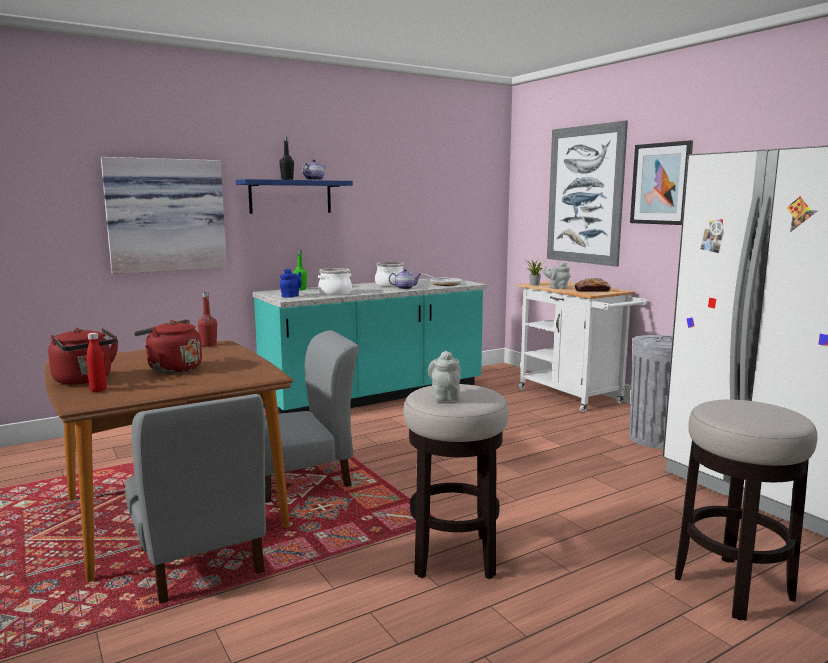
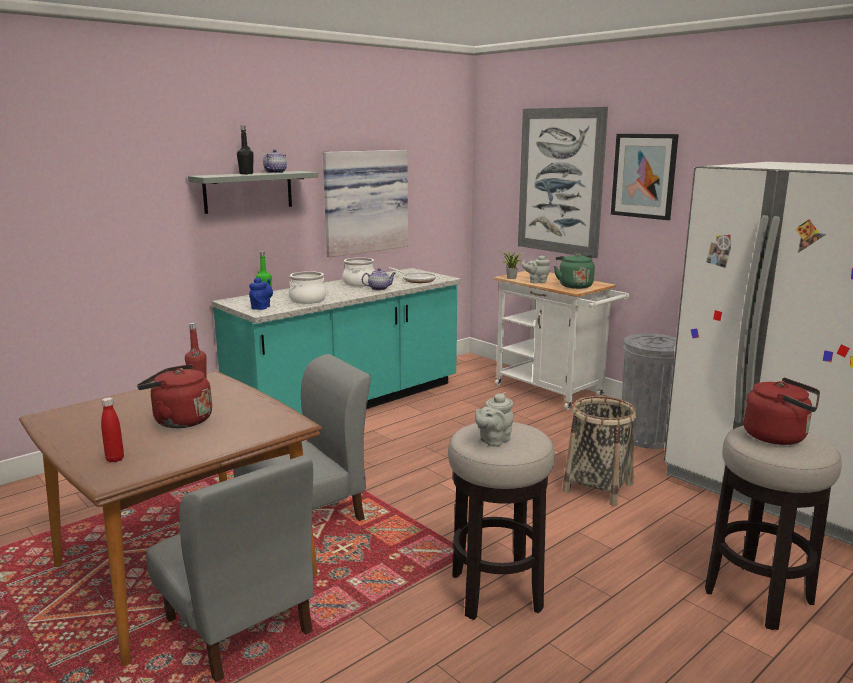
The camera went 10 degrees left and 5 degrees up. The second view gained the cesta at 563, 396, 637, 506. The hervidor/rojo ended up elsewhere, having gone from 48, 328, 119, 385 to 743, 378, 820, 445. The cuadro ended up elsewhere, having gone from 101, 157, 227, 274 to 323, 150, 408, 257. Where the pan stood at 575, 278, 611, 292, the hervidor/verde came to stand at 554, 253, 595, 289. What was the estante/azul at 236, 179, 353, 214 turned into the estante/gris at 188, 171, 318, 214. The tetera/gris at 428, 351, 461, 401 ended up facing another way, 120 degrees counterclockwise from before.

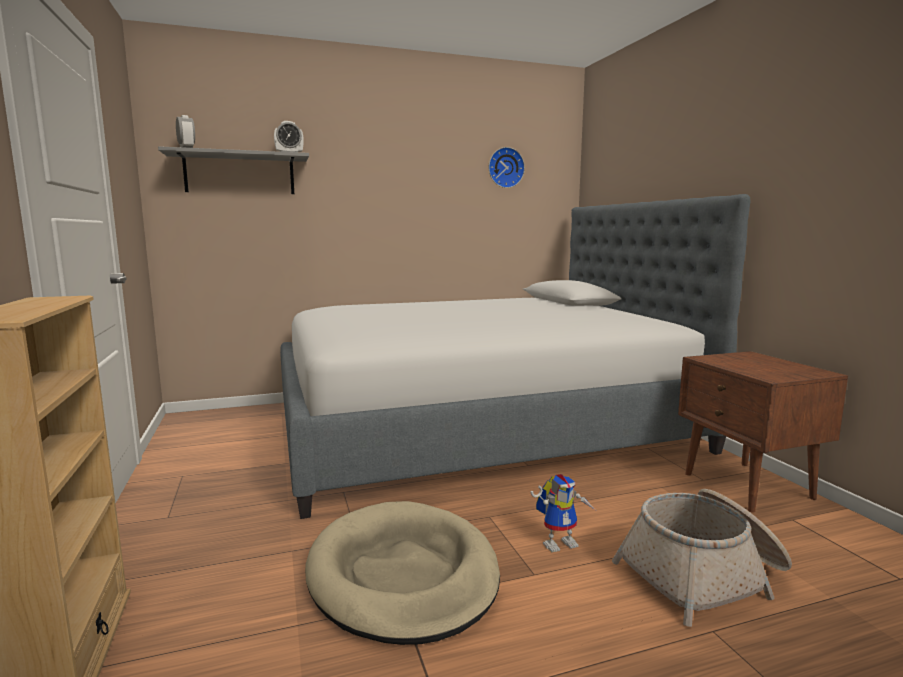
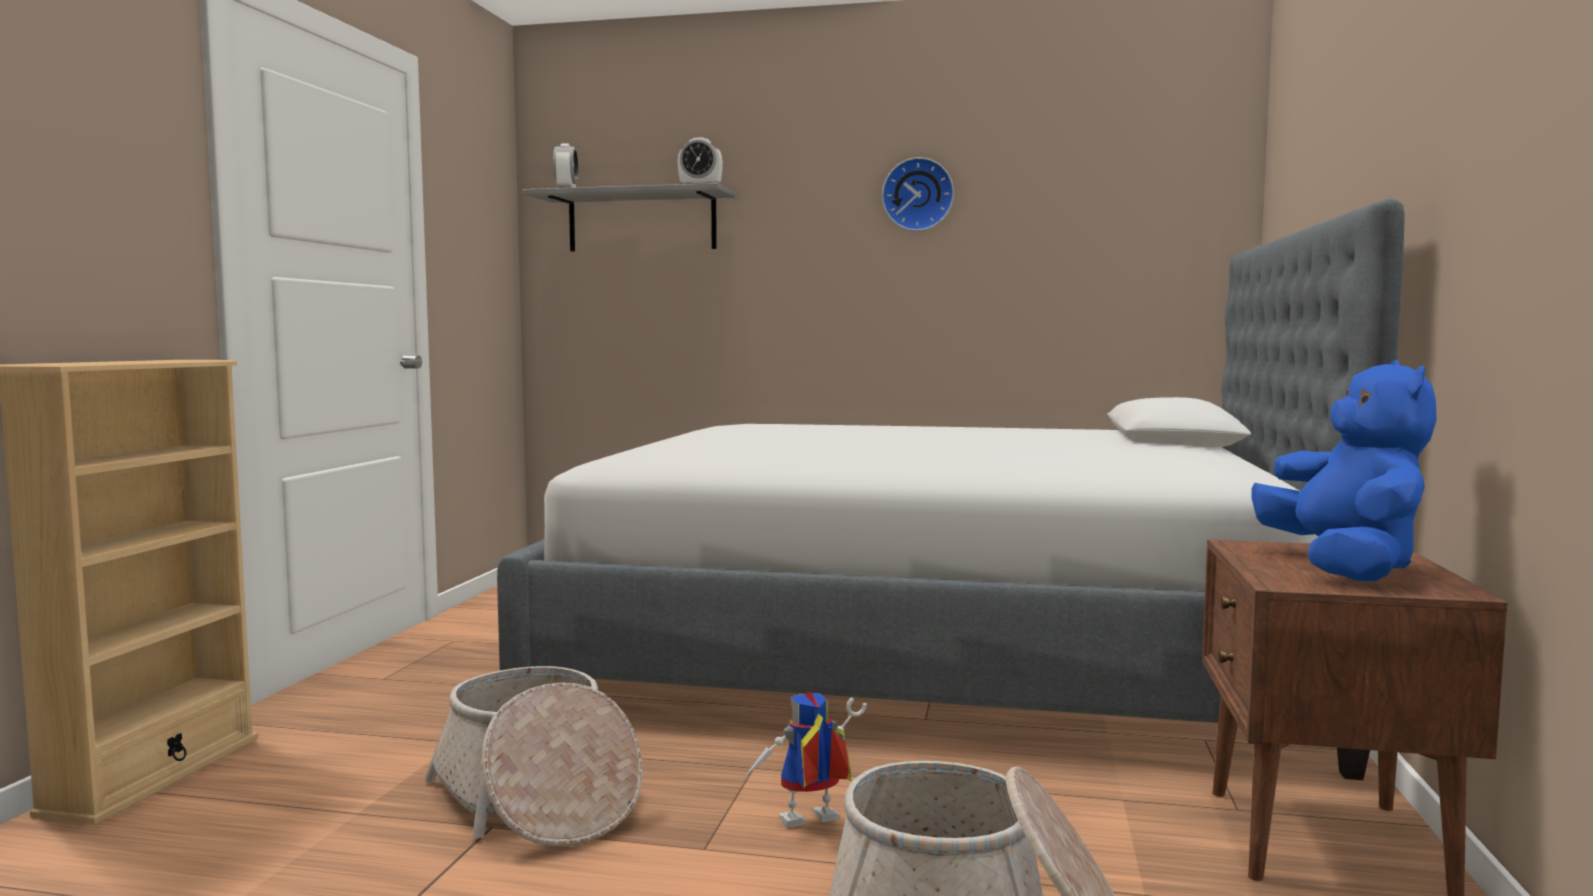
The camera went 30 degrees right and 5 degrees down. The second view gained the peluche/azul at 1252, 360, 1437, 581. The reloj de pared ended up elsewhere, having gone from 489, 147, 525, 188 to 882, 157, 954, 231. Where the cama para perro/beis stood at 305, 501, 500, 645, the cesta came to stand at 425, 666, 643, 846. The robot de juguete at 531, 474, 595, 552 ended up facing another way, 150 degrees clockwise from before.

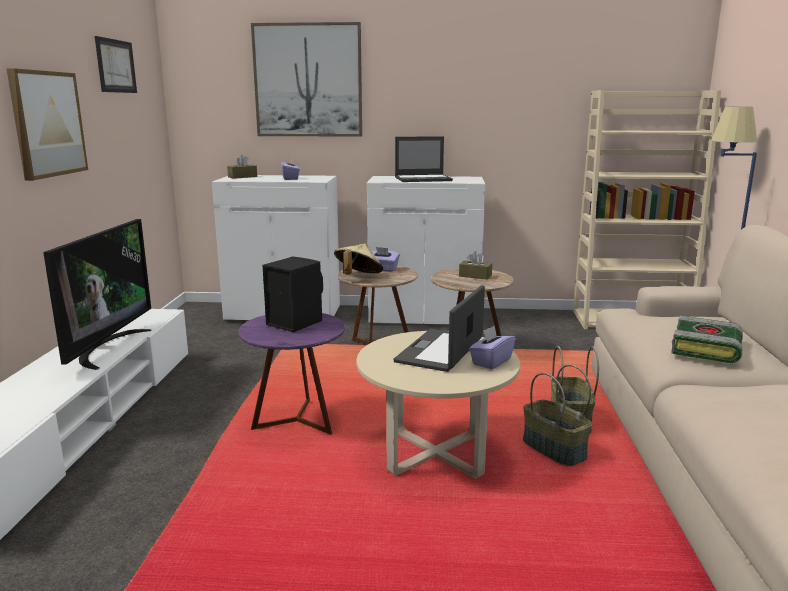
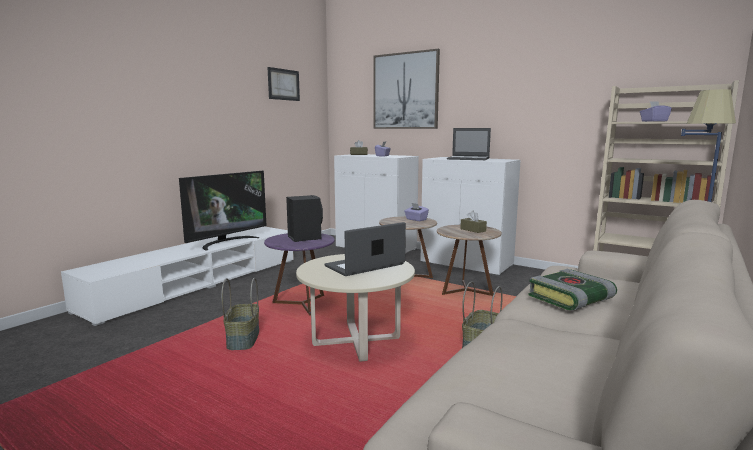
The camera went 30 degrees right and 5 degrees down. The second view lost the cuadro at 6, 68, 88, 181. The second view lost the sombrero/beis at 334, 244, 383, 275. The caja de pañuelos/morado ended up elsewhere, having gone from 469, 325, 516, 369 to 640, 101, 672, 122. The cesta ended up elsewhere, having gone from 523, 364, 592, 466 to 221, 278, 259, 350.

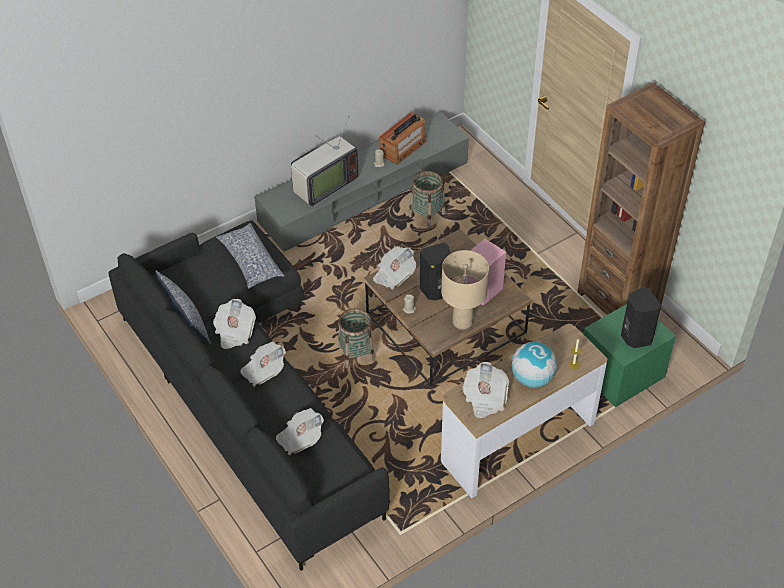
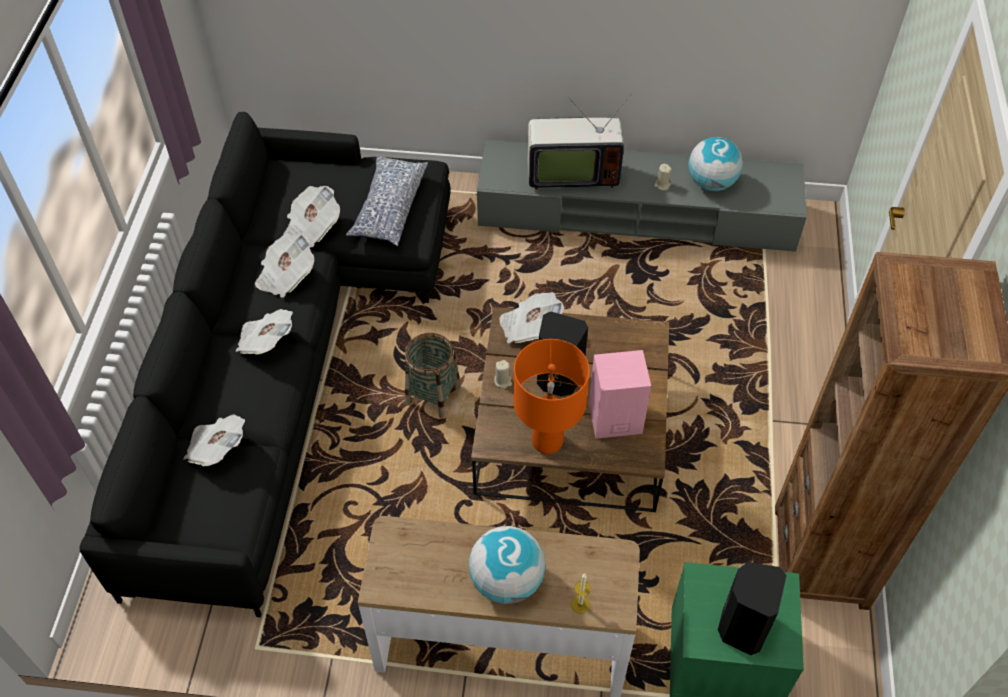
The camera went 40 degrees right and 5 degrees up. The second view lost the cojín at 155, 270, 211, 344. The second view lost the cesta at 409, 171, 446, 228. The periódico ended up elsewhere, having gone from 462, 362, 509, 418 to 283, 186, 340, 248. Where the radio stood at 380, 112, 427, 165, the globo terráqueo came to stand at 688, 137, 743, 191. What was the lámpara de mesa/beis at 441, 250, 489, 330 turned into the lámpara de mesa/naranja at 514, 339, 590, 454.

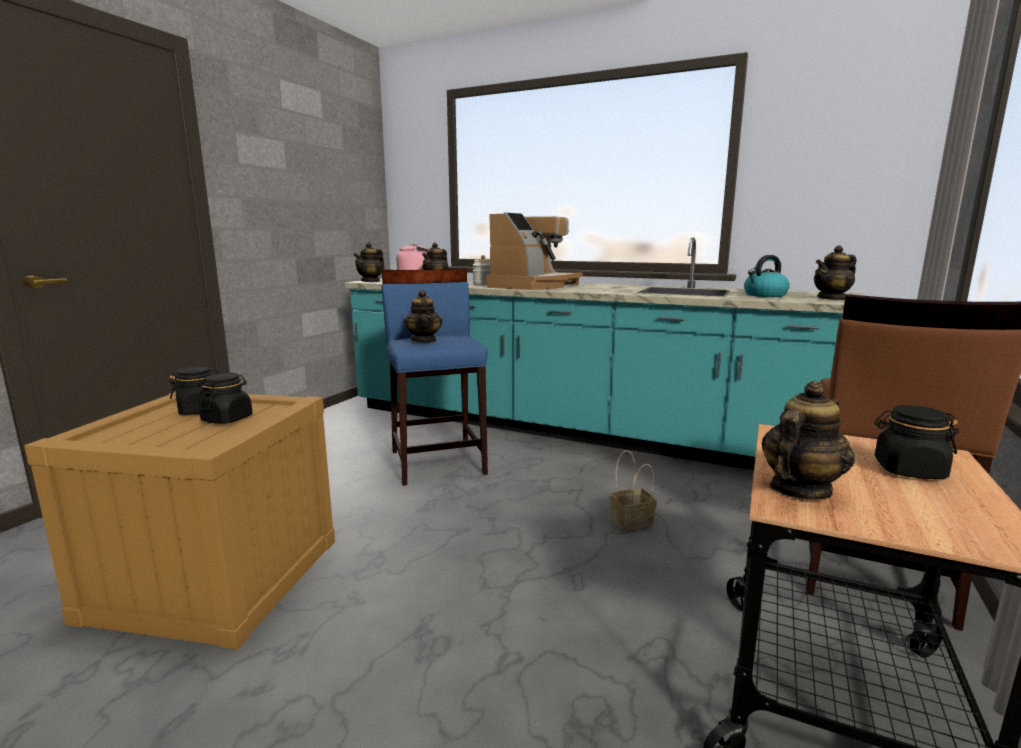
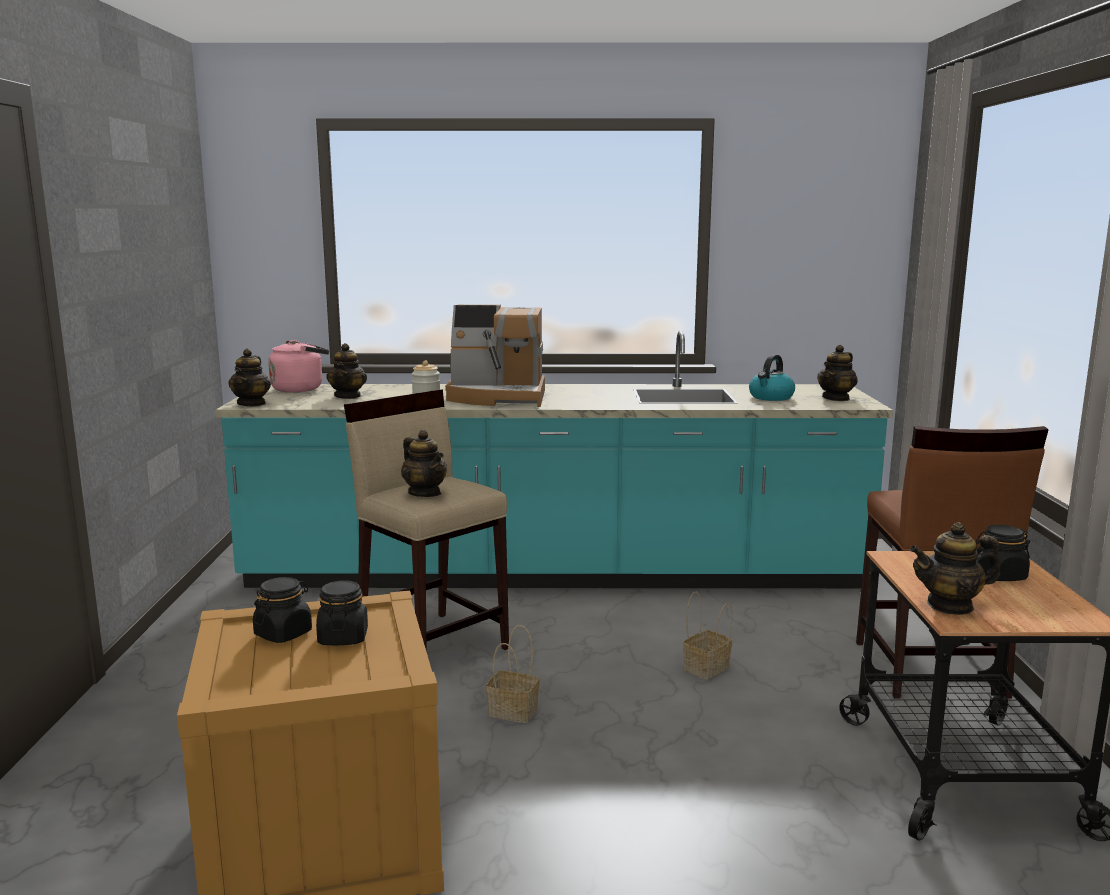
The camera went 25 degrees left and 0 degrees up. The second view gained the cesta at 486, 625, 540, 723. What was the taburete/azul at 381, 268, 488, 486 turned into the taburete/beis at 344, 389, 509, 650. The cafetera at 487, 213, 583, 290 ended up facing another way, 90 degrees clockwise from before. The tetera at 761, 381, 855, 500 ended up facing another way, 120 degrees counterclockwise from before.

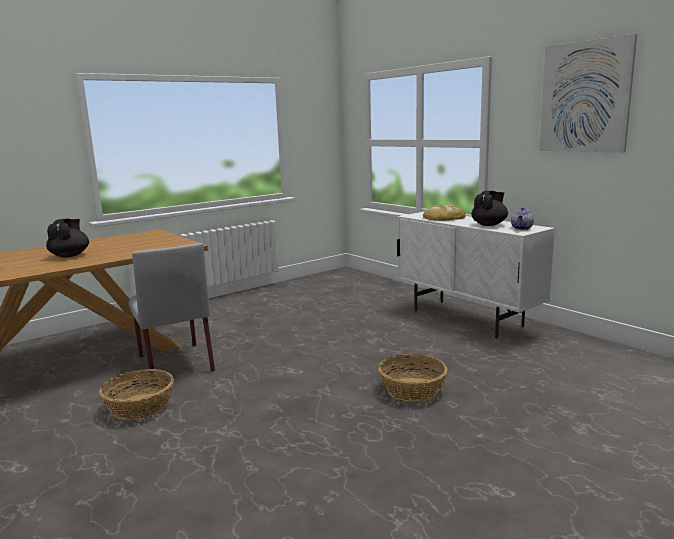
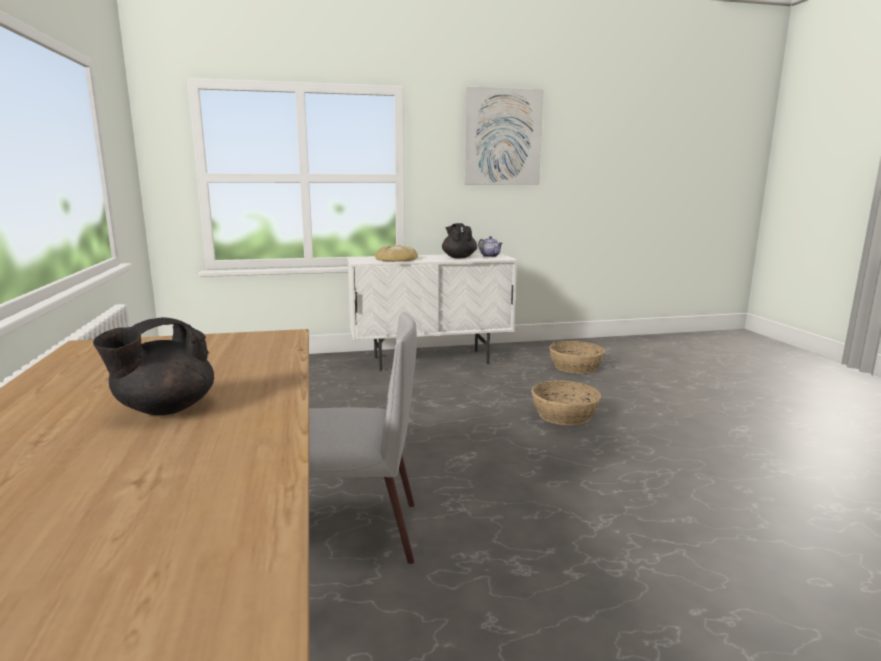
The camera went 65 degrees left and 0 degrees up. The cesta ended up elsewhere, having gone from 99, 369, 174, 420 to 549, 341, 605, 374. The tetera/negro at 46, 219, 89, 258 ended up facing another way, 75 degrees counterclockwise from before.

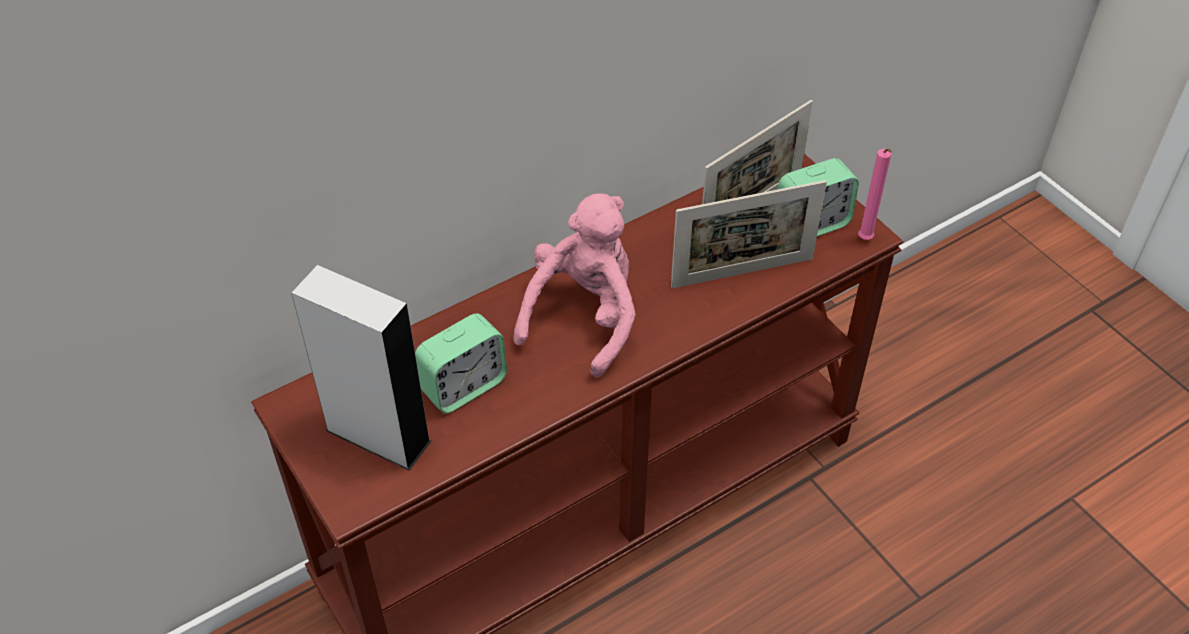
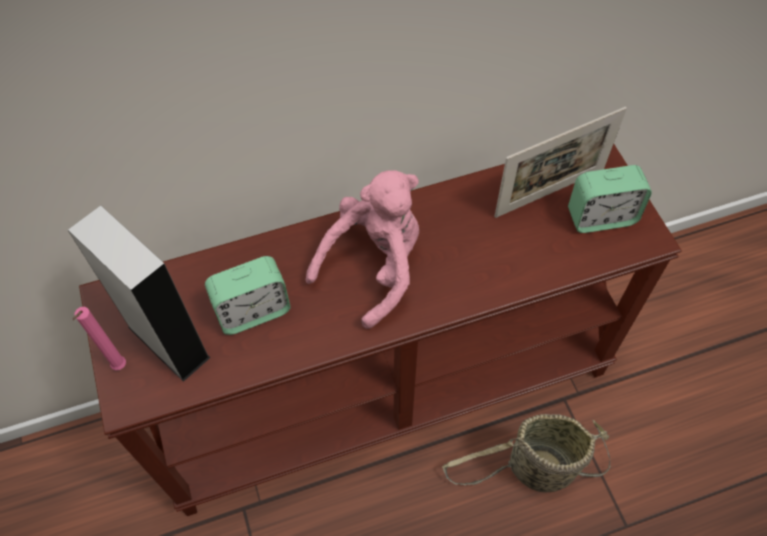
The camera went 15 degrees right and 10 degrees up. The second view lost the portarretratos at 671, 180, 827, 288. The second view gained the cesta at 442, 414, 610, 492. The vela/rosa ended up elsewhere, having gone from 858, 149, 892, 240 to 73, 307, 126, 370.

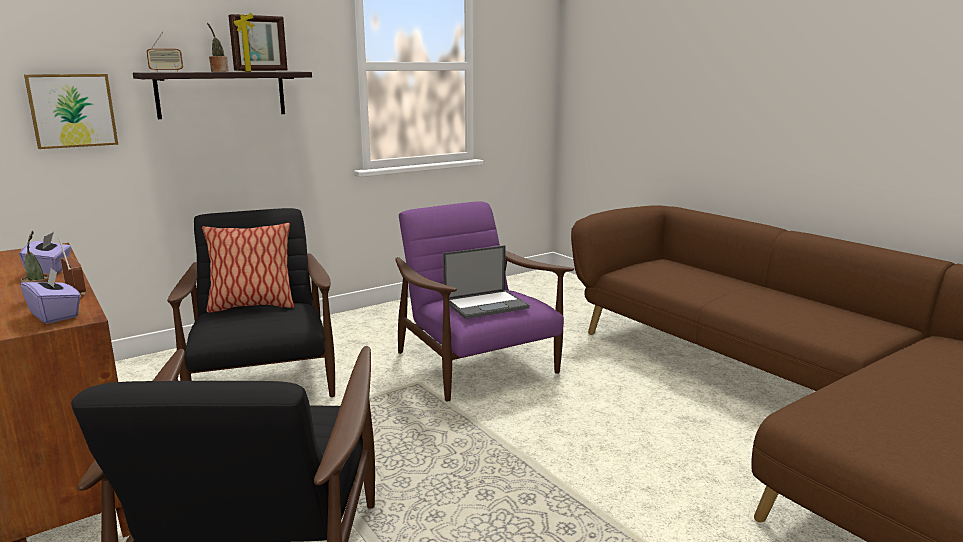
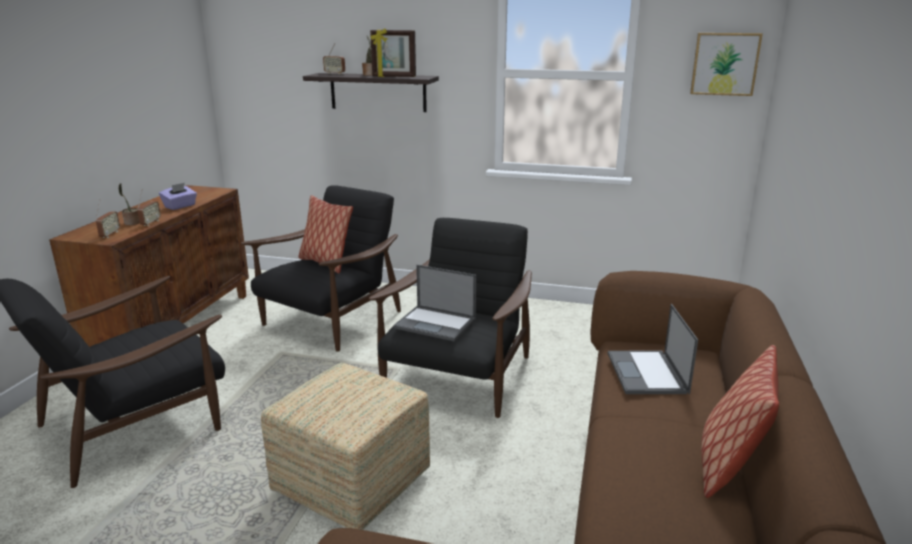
The camera went 50 degrees right and 5 degrees up. The second view gained the puf at 261, 363, 430, 530. The second view gained the portátil at 608, 304, 698, 394. The second view gained the cojín at 701, 345, 779, 498. The cuadro ended up elsewhere, having gone from 24, 74, 118, 149 to 690, 33, 763, 96. Where the caja de pañuelos/morado stood at 20, 268, 81, 324, the radio came to stand at 95, 200, 120, 238. What was the sillón/morado at 395, 201, 574, 401 turned into the sillón/negro at 368, 218, 532, 418.

